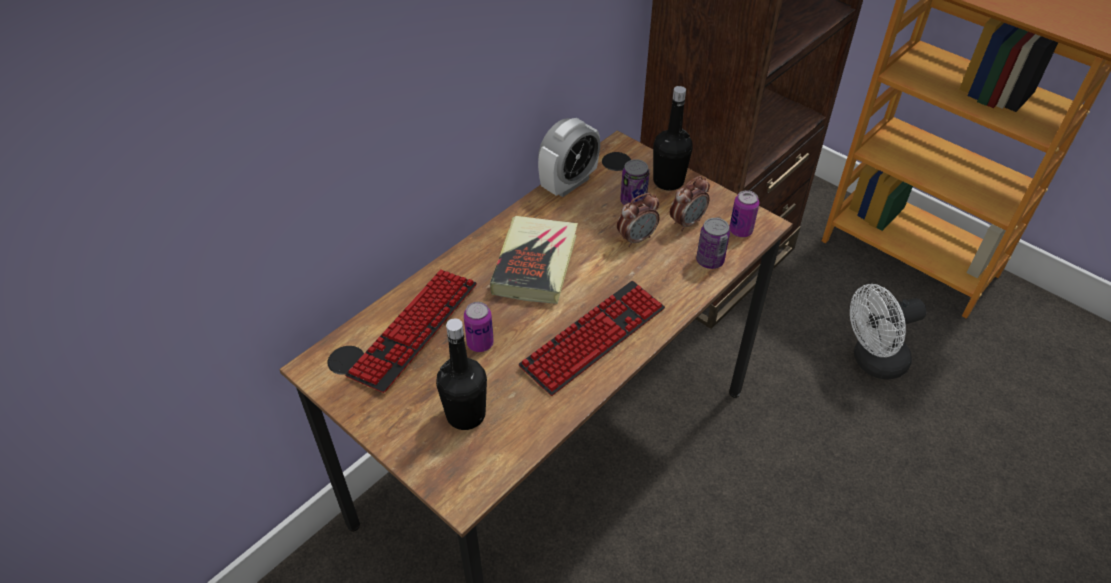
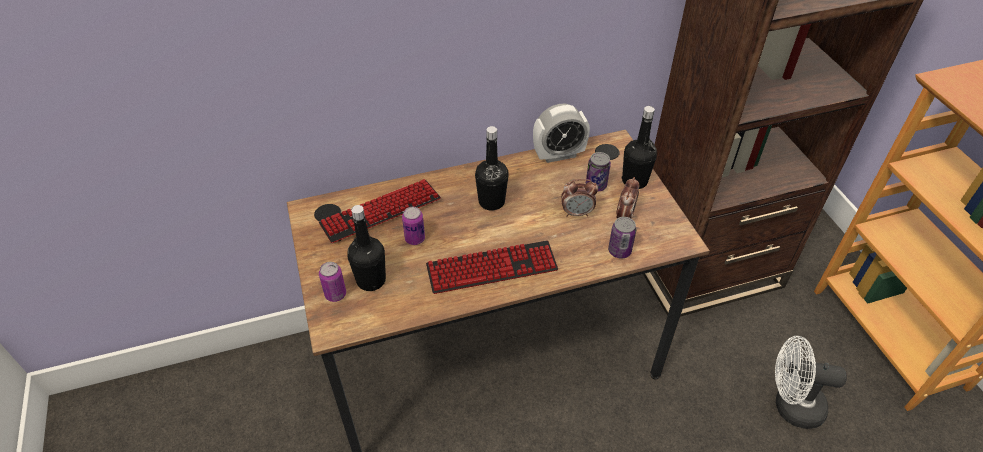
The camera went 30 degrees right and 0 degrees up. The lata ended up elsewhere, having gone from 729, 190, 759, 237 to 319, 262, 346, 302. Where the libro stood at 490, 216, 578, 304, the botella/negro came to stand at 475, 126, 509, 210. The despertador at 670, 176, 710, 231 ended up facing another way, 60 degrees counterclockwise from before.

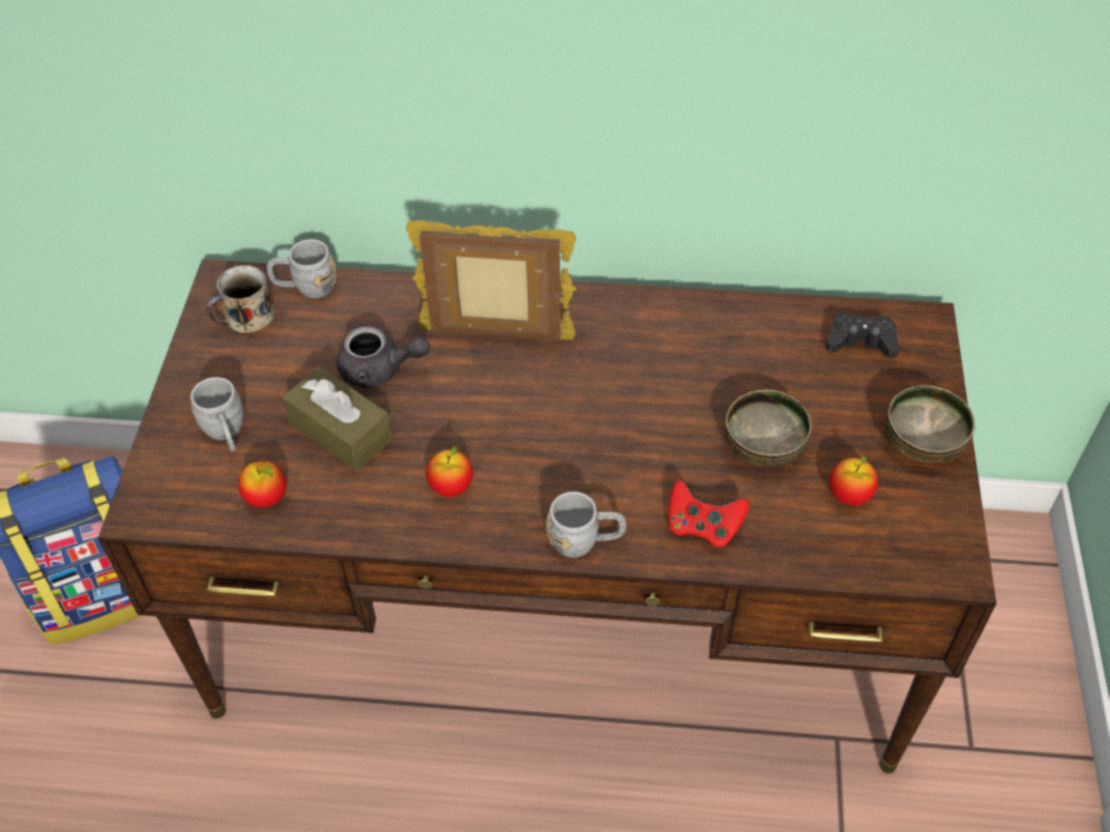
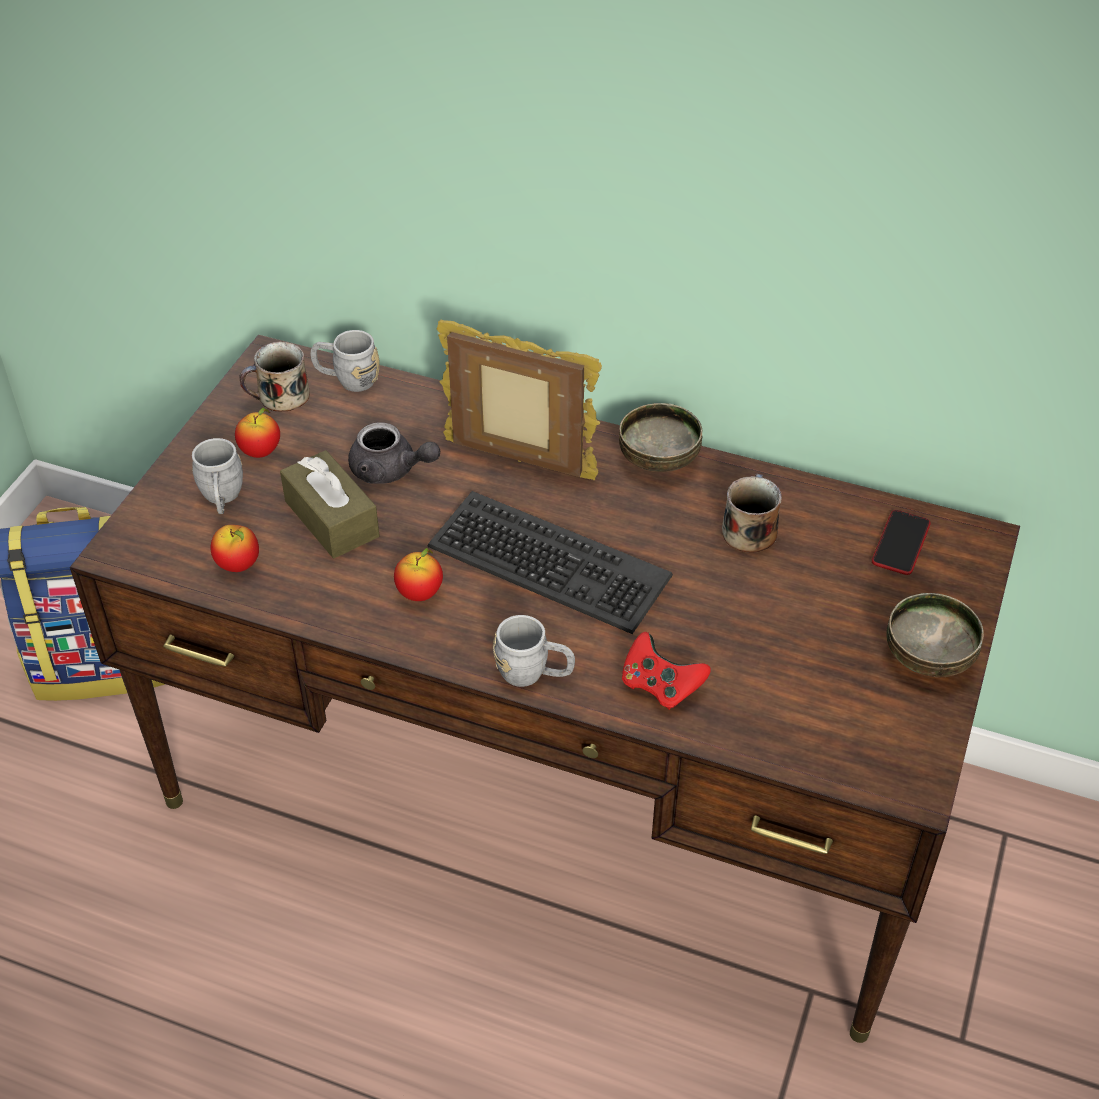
The camera went 15 degrees right and 5 degrees down. The second view gained the teclado at 428, 491, 673, 634. The second view gained the taza grande at 722, 474, 782, 553. The cuenco ended up elsewhere, having gone from 724, 390, 812, 467 to 619, 403, 702, 472. The manzana ended up elsewhere, having gone from 829, 454, 878, 505 to 235, 407, 280, 458. Where the mando de consola/negro stood at 826, 312, 900, 358, the móvil came to stand at 872, 510, 931, 575.

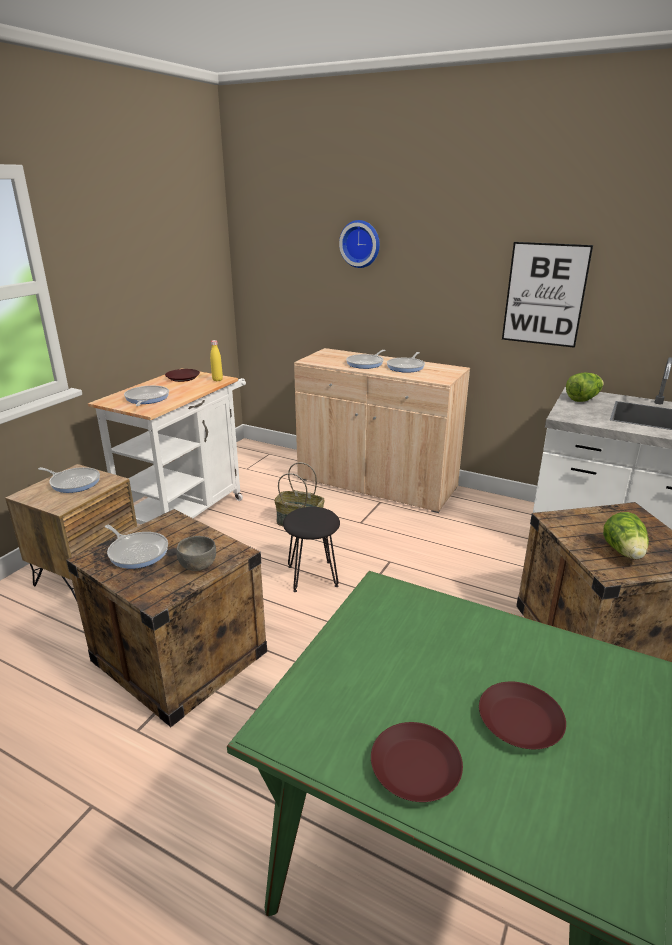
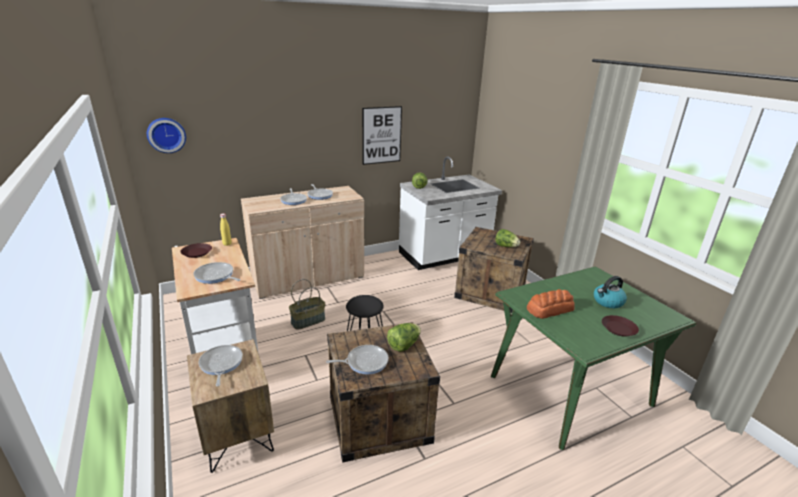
The camera went 55 degrees left and 0 degrees up. The second view gained the pan at 527, 289, 575, 319. The reloj de pared ended up elsewhere, having gone from 339, 220, 380, 268 to 147, 118, 186, 153. Where the cuenco/gris stood at 176, 536, 216, 571, the lechuga came to stand at 387, 323, 421, 352. Where the plato/marrón stood at 479, 681, 566, 749, the hervidor came to stand at 594, 276, 627, 308. The sartén at 38, 467, 100, 493 ended up facing another way, 75 degrees counterclockwise from before.

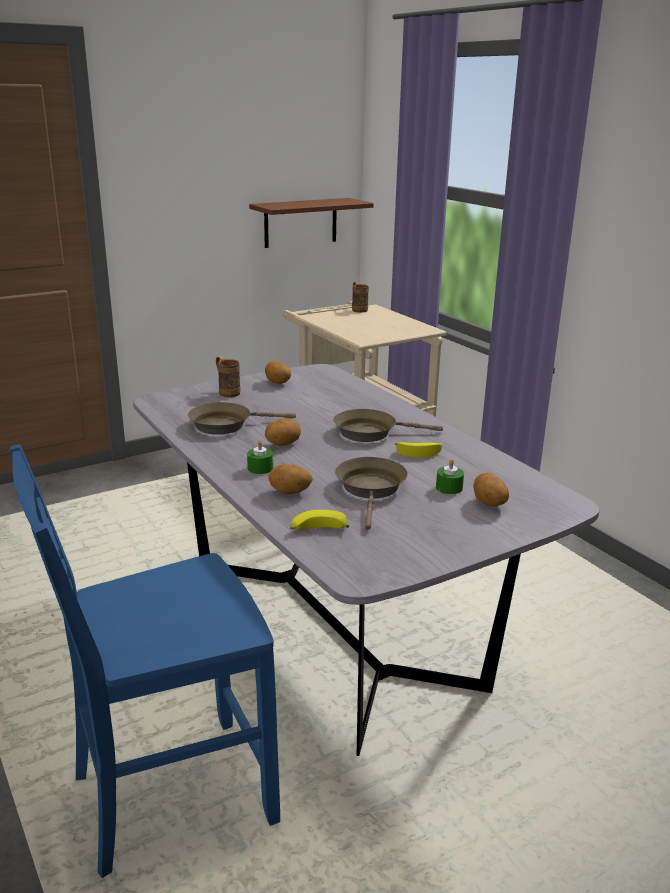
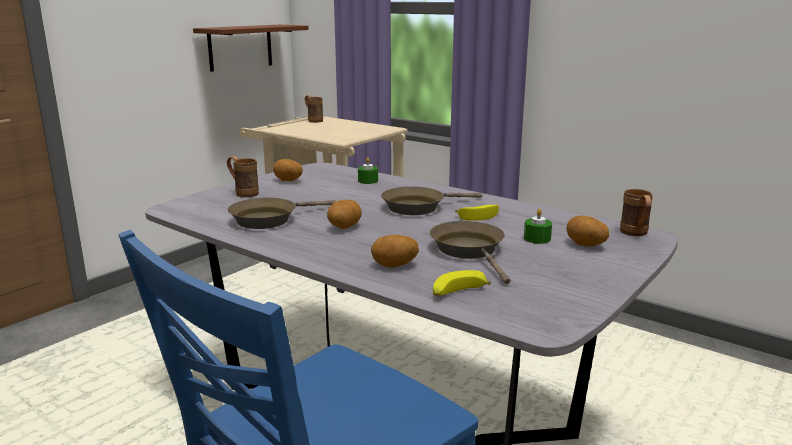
The camera went 20 degrees left and 5 degrees down. The second view gained the taza grande/marrón at 620, 189, 653, 236. The vela/verde ended up elsewhere, having gone from 247, 440, 273, 474 to 358, 157, 378, 184.

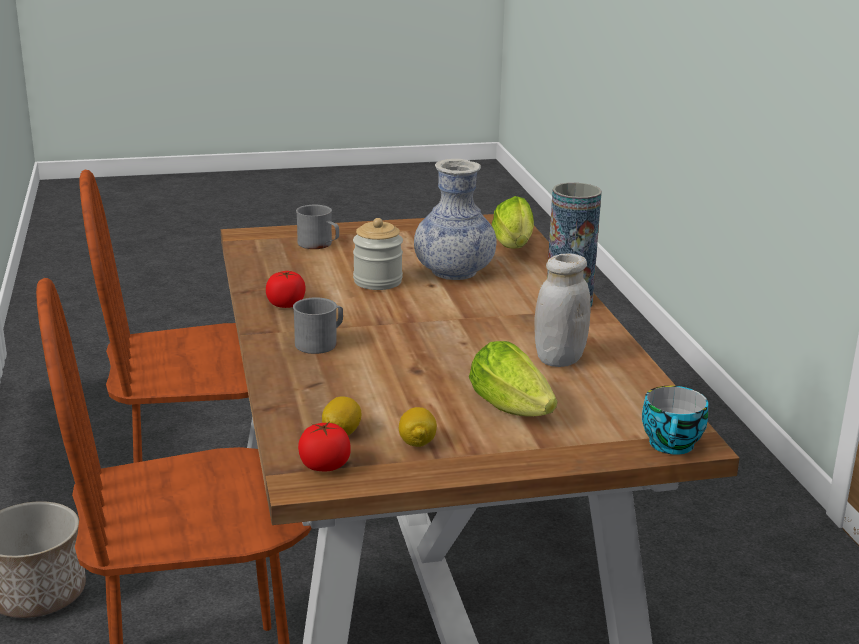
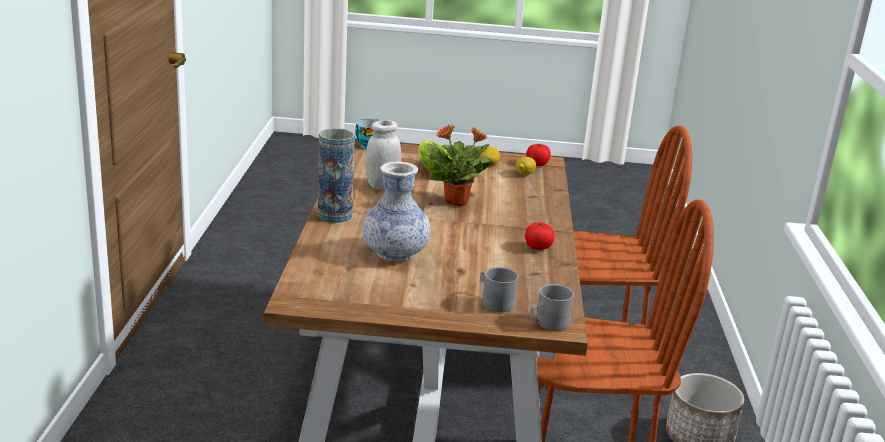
The camera went 165 degrees left and 0 degrees up. The second view lost the tarro at 353, 218, 403, 290. The second view lost the lechuga at 491, 196, 534, 248. The second view gained the planta en maceta at 427, 124, 494, 206. The taza grande/gris ended up elsewhere, having gone from 293, 297, 343, 354 to 530, 284, 574, 331.

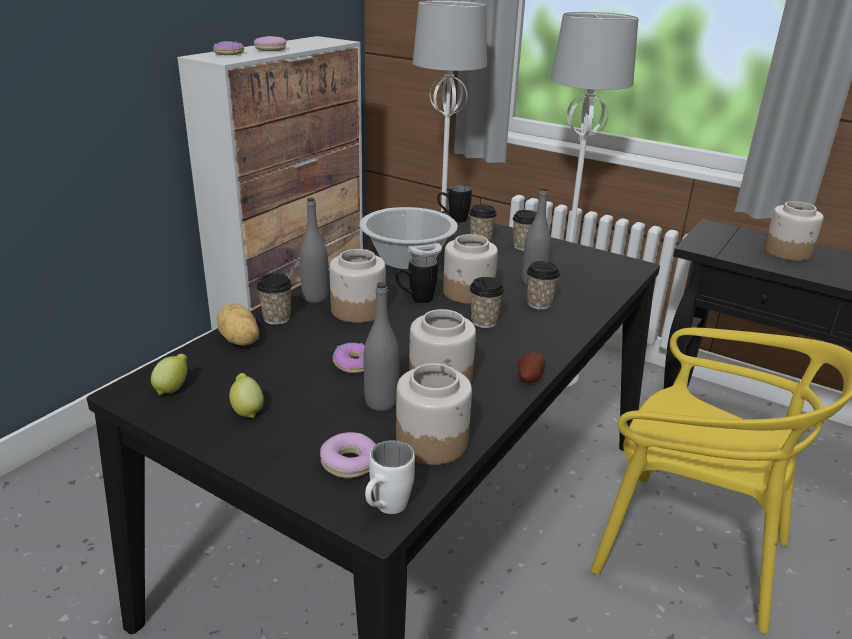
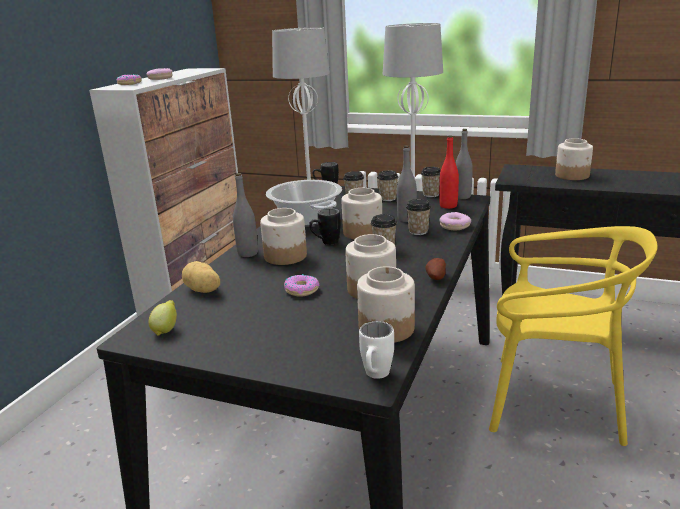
The camera went 10 degrees left and 5 degrees down. The second view lost the limón at 229, 373, 264, 418. The second view gained the botella/rojo at 439, 135, 459, 209. The taza ended up elsewhere, having gone from 257, 273, 292, 325 to 421, 167, 441, 197. The rosquilla ended up elsewhere, having gone from 320, 432, 376, 478 to 440, 212, 471, 230. The botella/gris ended up elsewhere, having gone from 364, 282, 400, 411 to 455, 129, 473, 199.

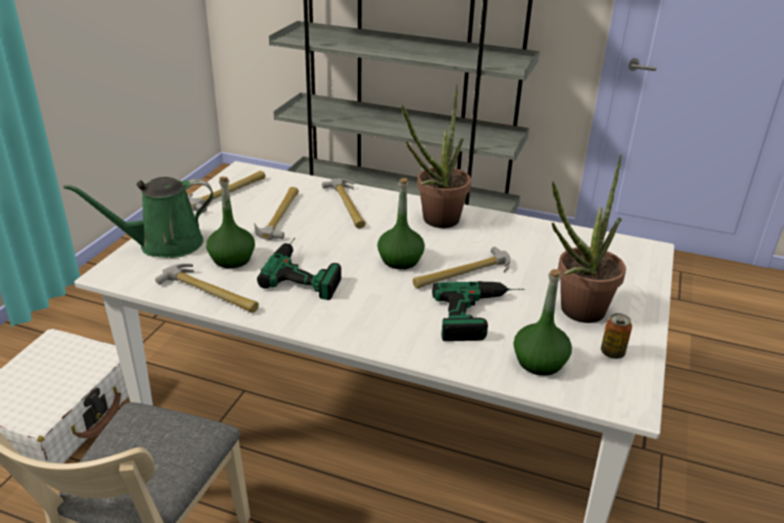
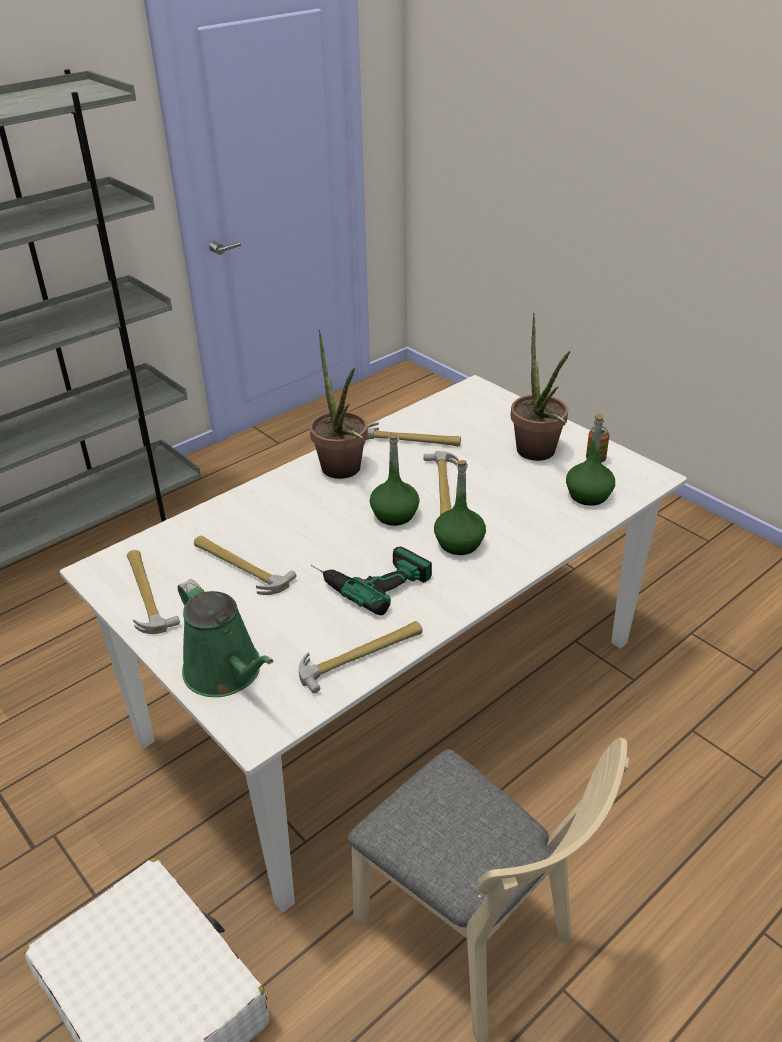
The camera went 60 degrees left and 5 degrees up. The second view lost the taladro at 432, 281, 525, 341. The botella/verde ended up elsewhere, having gone from 206, 177, 255, 268 to 434, 460, 486, 555. The martillo ended up elsewhere, having gone from 322, 179, 366, 228 to 364, 422, 461, 446. The regadera/verde at 64, 177, 213, 258 ended up facing another way, 45 degrees counterclockwise from before.

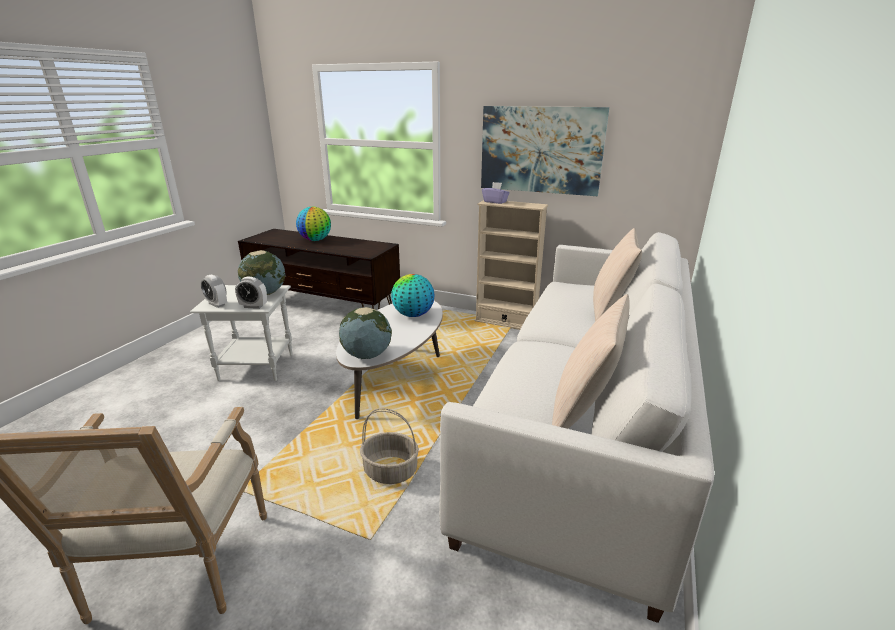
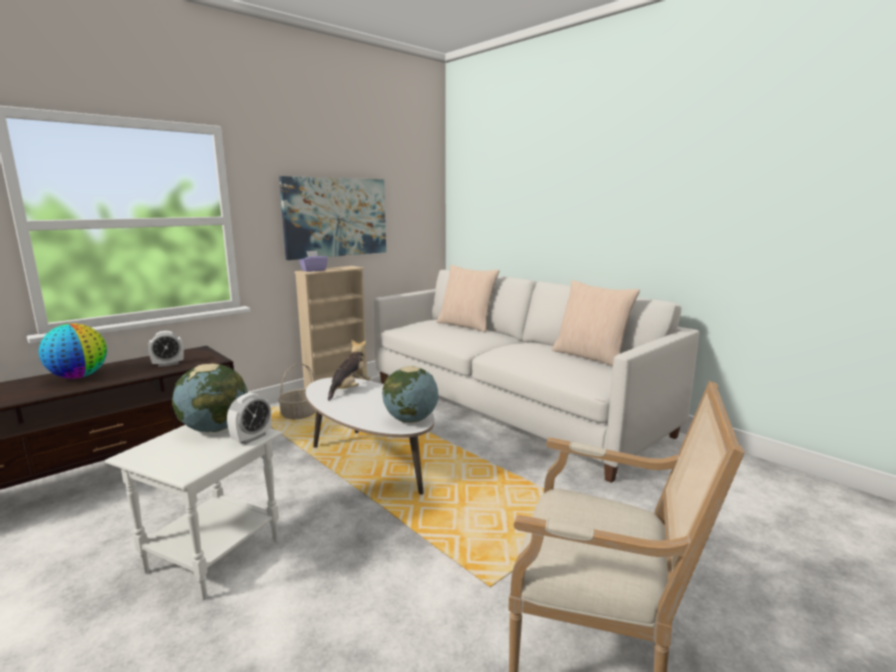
The camera went 65 degrees left and 10 degrees down. The despertador ended up elsewhere, having gone from 201, 274, 227, 308 to 148, 331, 184, 367. The cesta ended up elsewhere, having gone from 360, 408, 419, 484 to 278, 363, 316, 420. Where the globo terráqueo stood at 391, 274, 435, 317, the peluche came to stand at 328, 339, 371, 401.

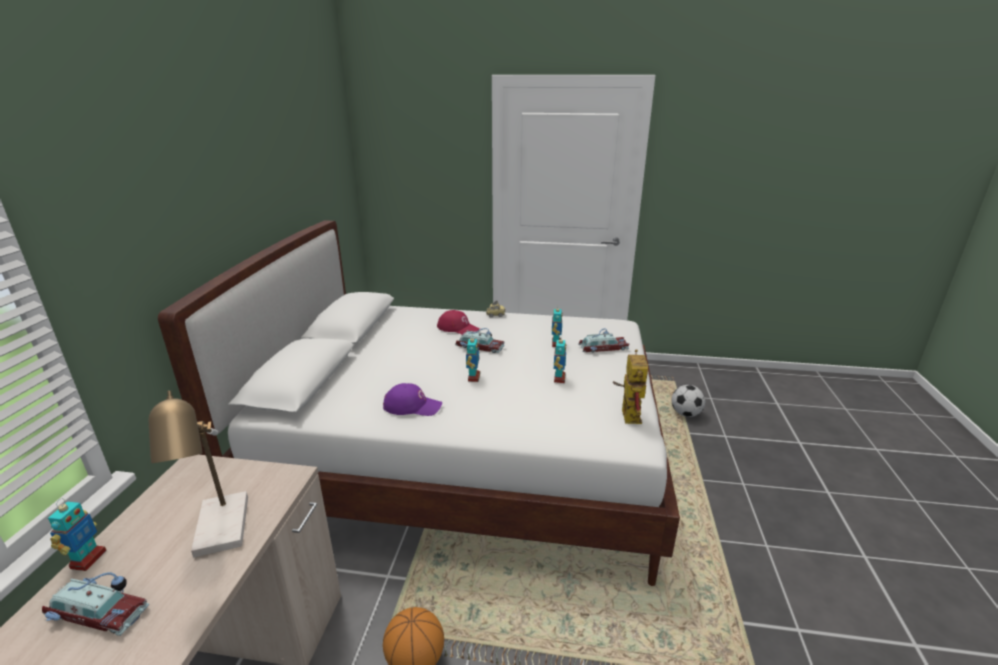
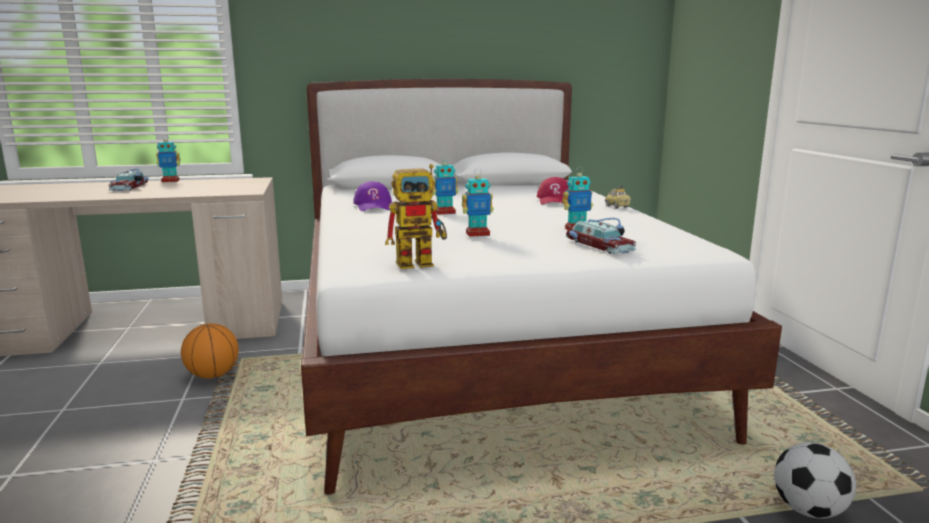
The camera went 70 degrees right and 10 degrees down. The second view lost the lámpara de mesa at 149, 391, 248, 557. The second view lost the coche de juguete at 455, 328, 505, 353.

